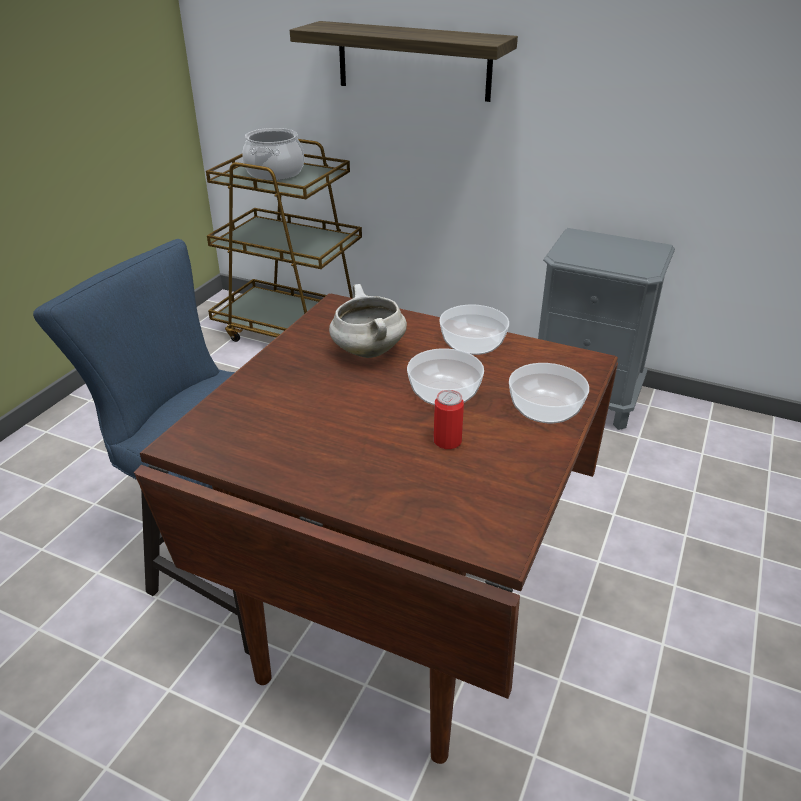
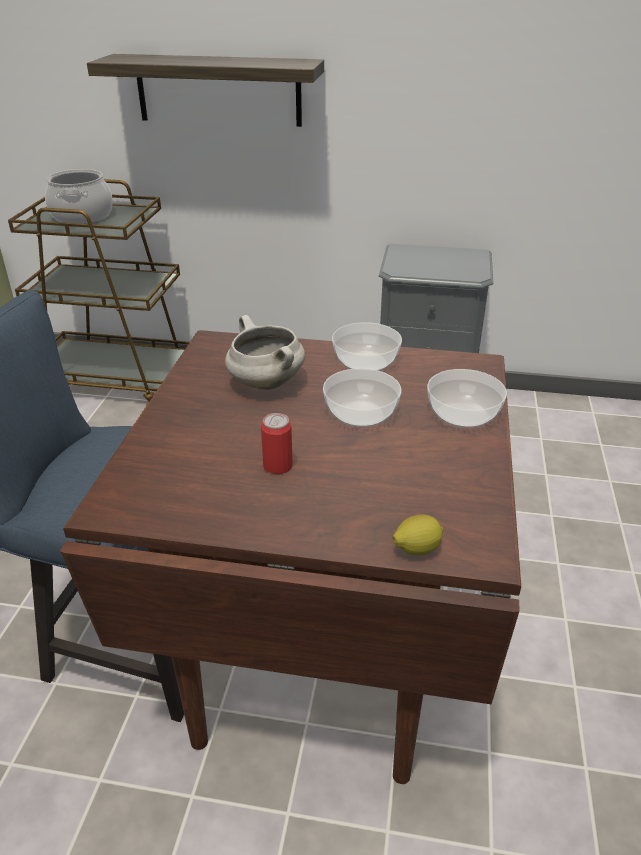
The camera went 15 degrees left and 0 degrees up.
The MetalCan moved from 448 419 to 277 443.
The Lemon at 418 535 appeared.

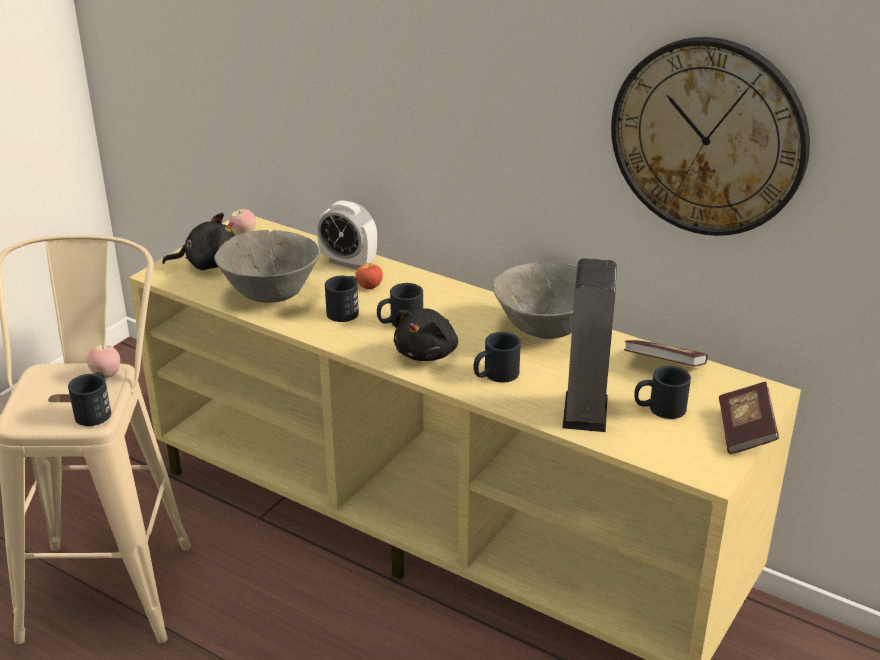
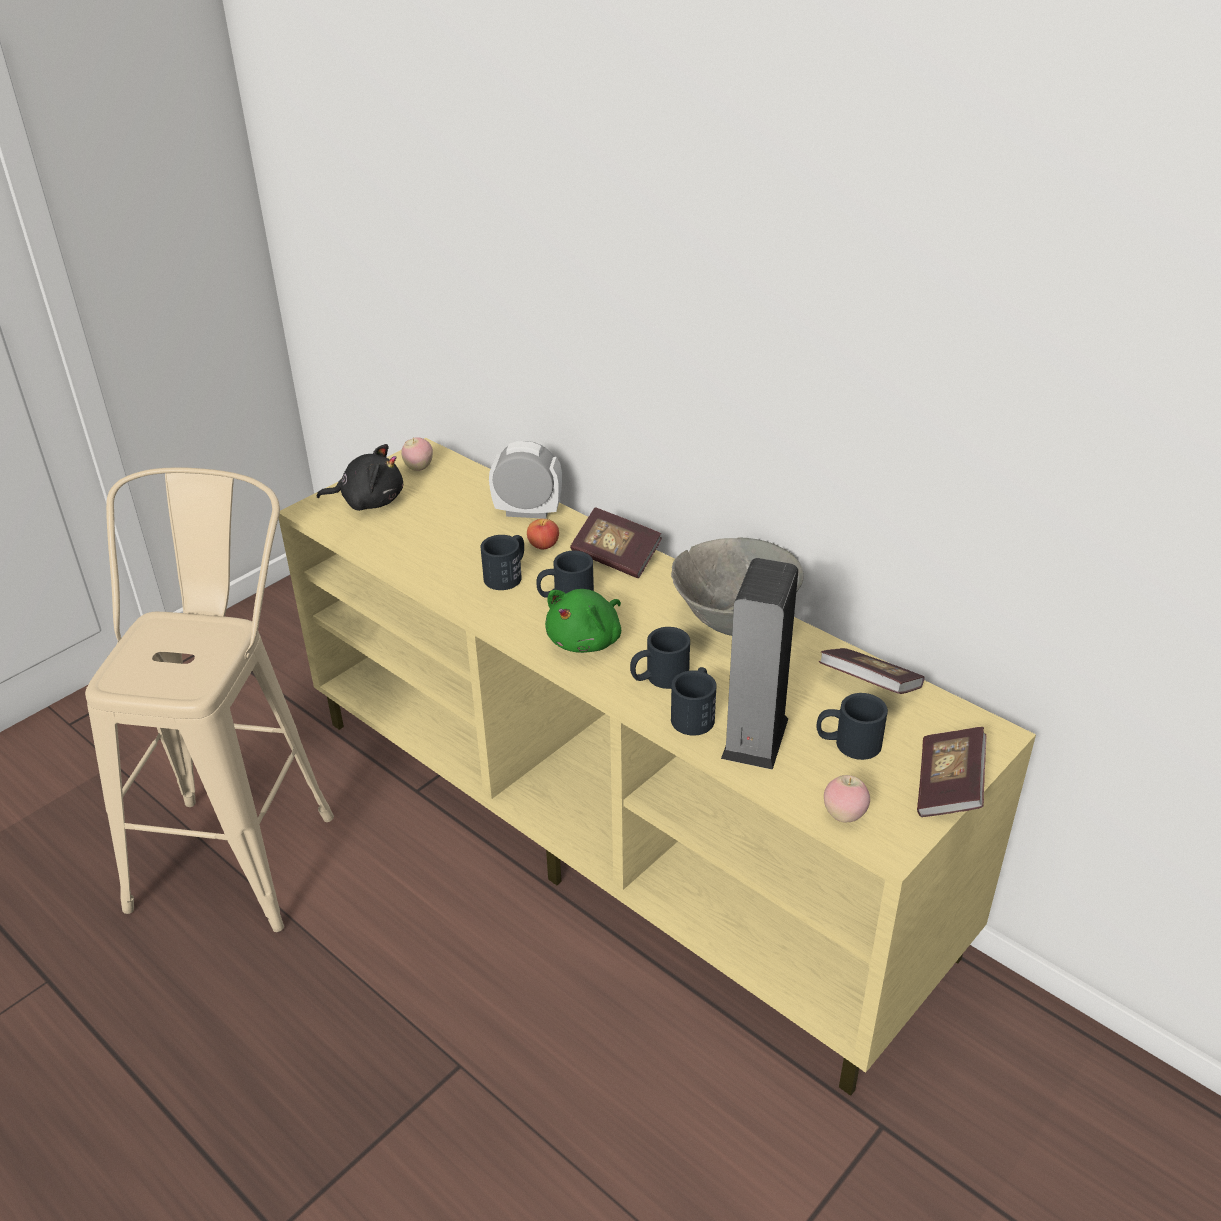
The camera went 10 degrees right and 5 degrees up.
The HangingClock at 710 136 disappeared.
The AlarmClock at 347 235 turned 150 degrees clockwise.
The GreyishDeepDish at 267 266 disappeared.
The BlackColouredCuddlyToy at 426 334 became the GreenColouredCuddlyToy at 583 621.
The AppleFruit moved from 103 361 to 847 799.
The BlackColouredMug moved from 89 399 to 694 701.
The BoundBook at 616 542 appeared.

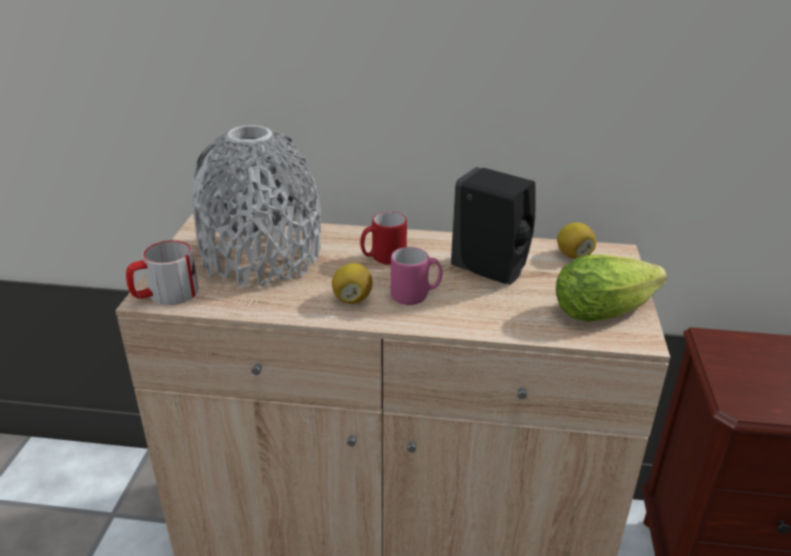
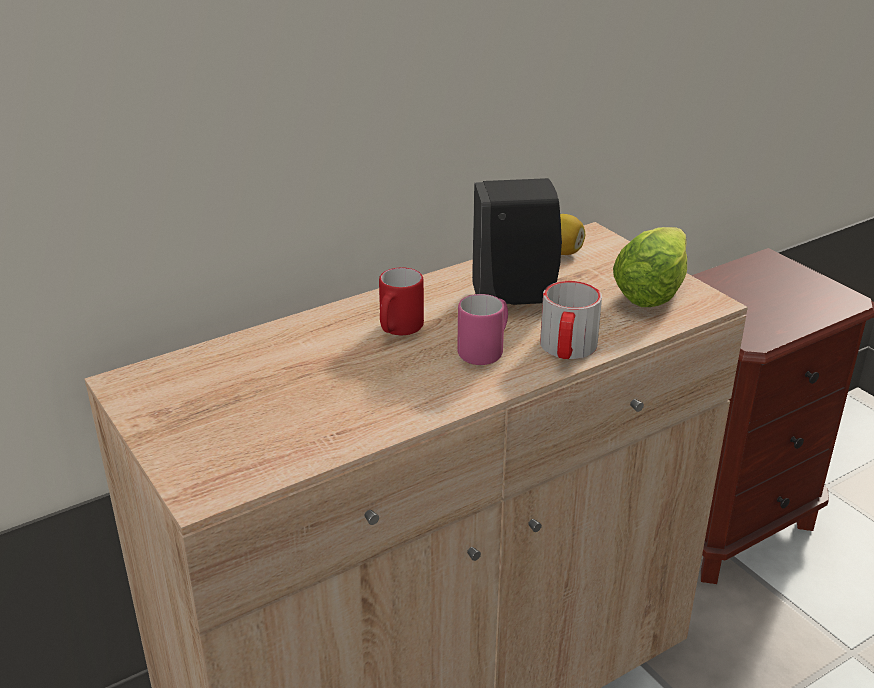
The camera went 40 degrees left and 0 degrees up.
The GreyishFlowerVase at 256 206 disappeared.
The Mug moved from 162 272 to 571 320.
The Lemon at 352 283 disappeared.

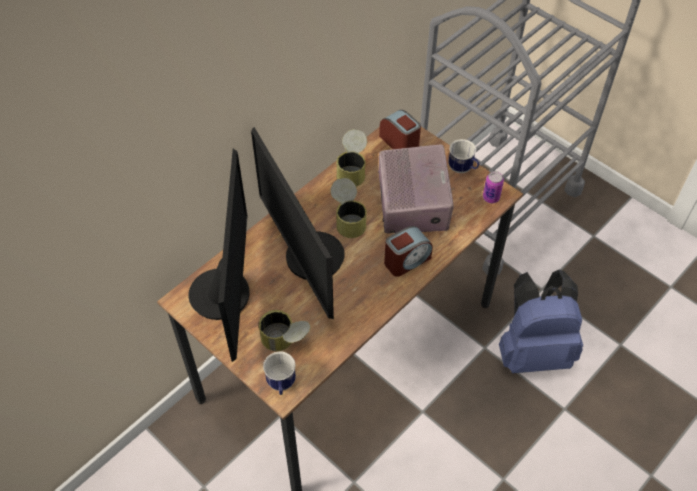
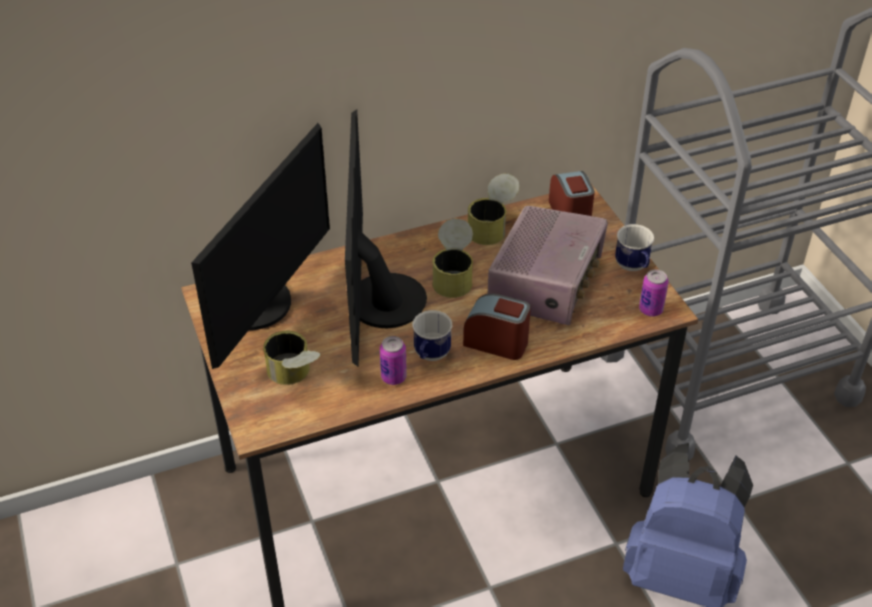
The camera went 25 degrees right and 10 degrees down.
The AlarmClock at 408 251 turned 150 degrees counterclockwise.
The Mug moved from 279 373 to 432 335.
The MetalCan at 393 360 appeared.

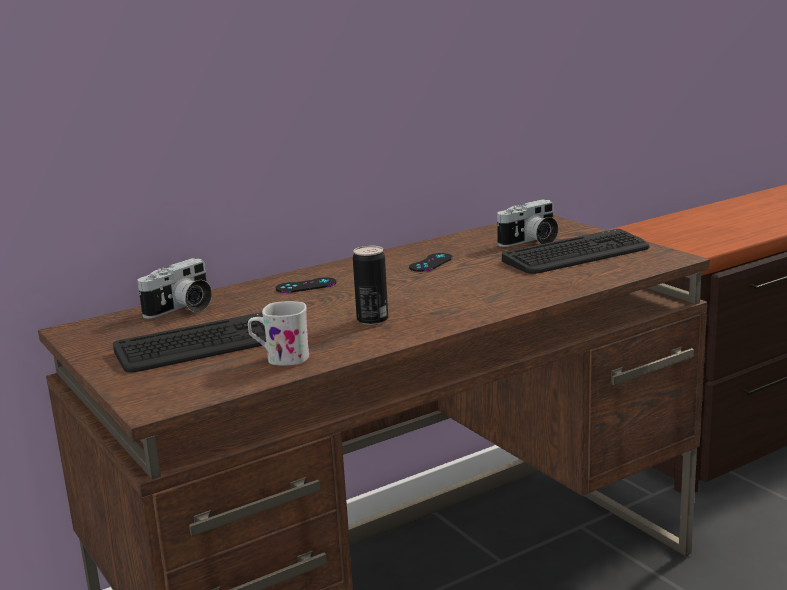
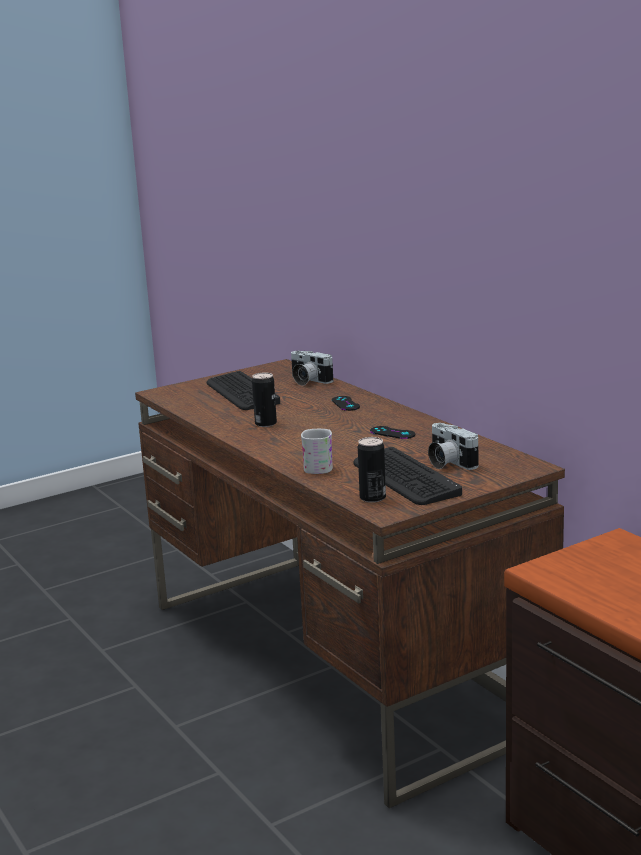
The camera went 90 degrees right and 0 degrees up.
The WhiteMug moved from 278 333 to 317 451.
The MetalCan at 372 470 appeared.

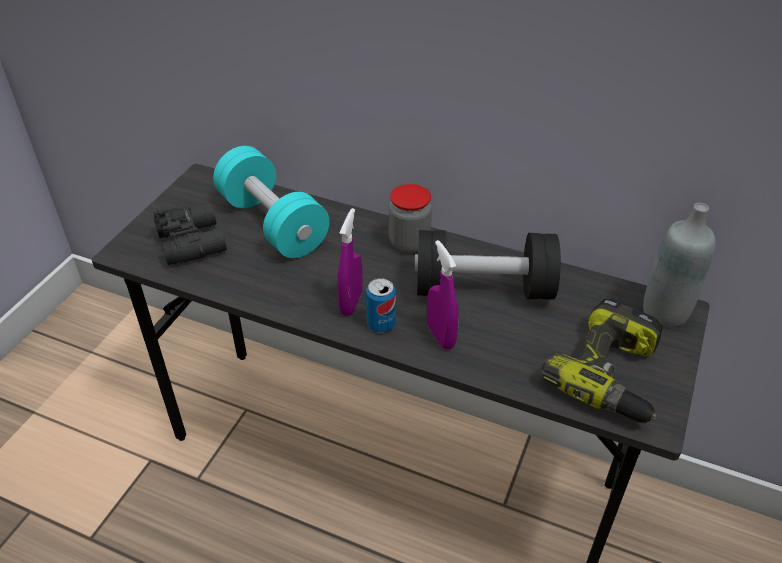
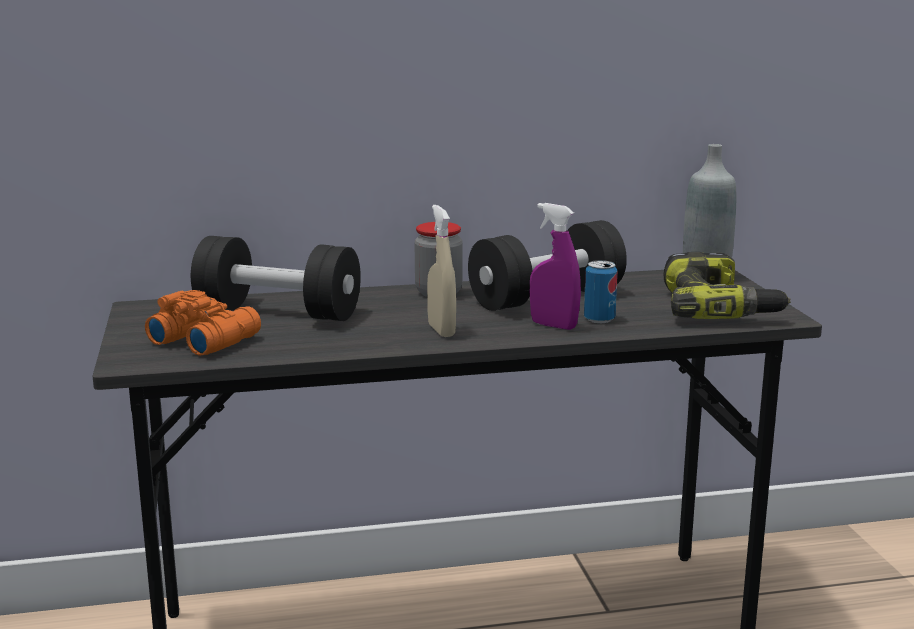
The camera went 35 degrees left and 25 degrees down.
The TurquoiseDumbbell at 271 202 became the BlackColouredDumbbell at 276 278.
The BlackColouredPairOfBinoculars at 190 234 became the OrangePairOfBinoculars at 203 323.
The PurplishHandSprayer at 350 262 became the BeigeHandSprayer at 441 271.
The MetalCan moved from 381 305 to 600 291.

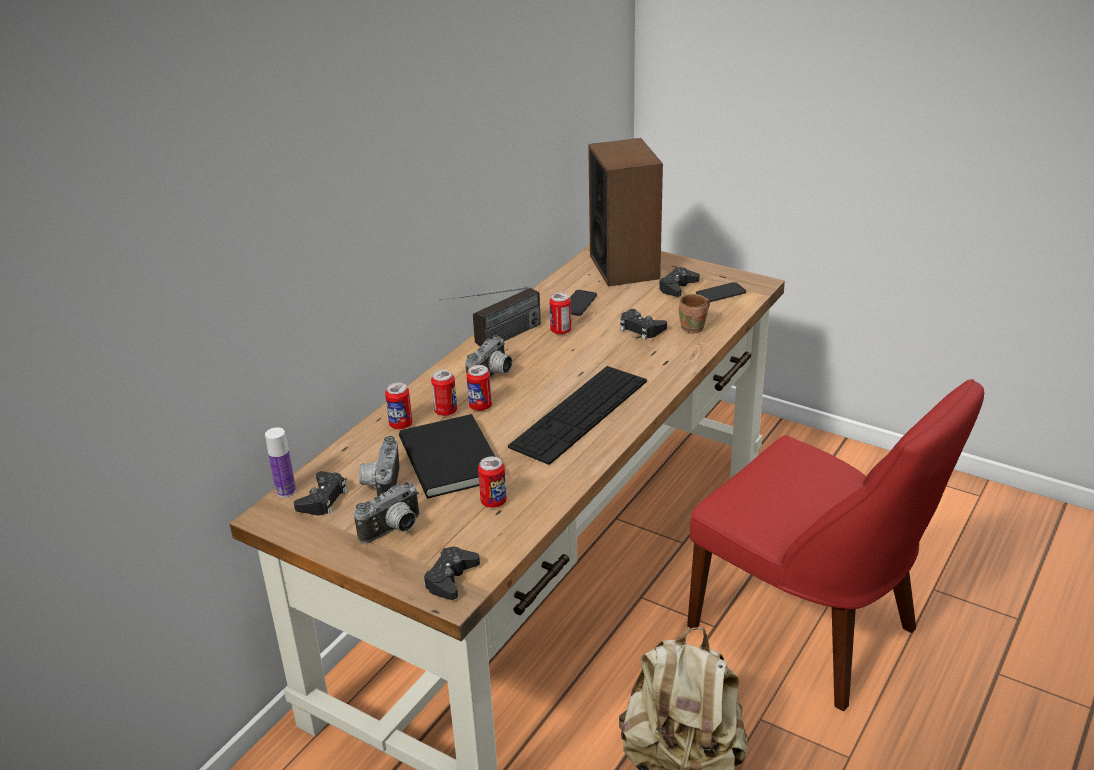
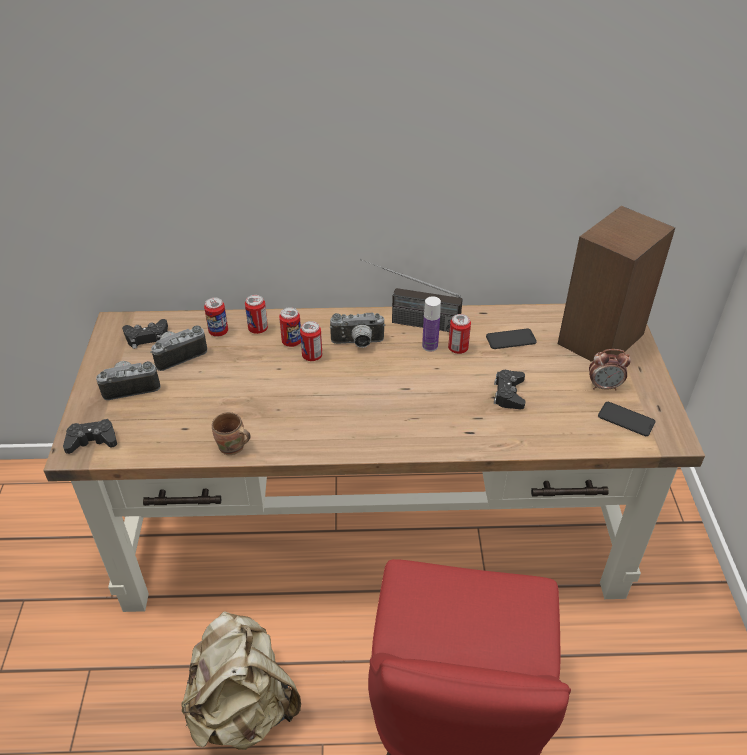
The camera went 55 degrees right and 10 degrees up.
The BlackColouredJoypad at 679 282 was replaced by the AlarmClock at 610 370.
The BrownColouredMug moved from 694 314 to 231 433.
The ComputerKeyboard at 577 415 disappeared.
The BlackColouredBoundBook at 447 456 disappeared.
The DrinkBottle moved from 280 462 to 431 324.
The MetalCan moved from 492 482 to 216 317.
The StillCamera at 386 513 turned 150 degrees clockwise.

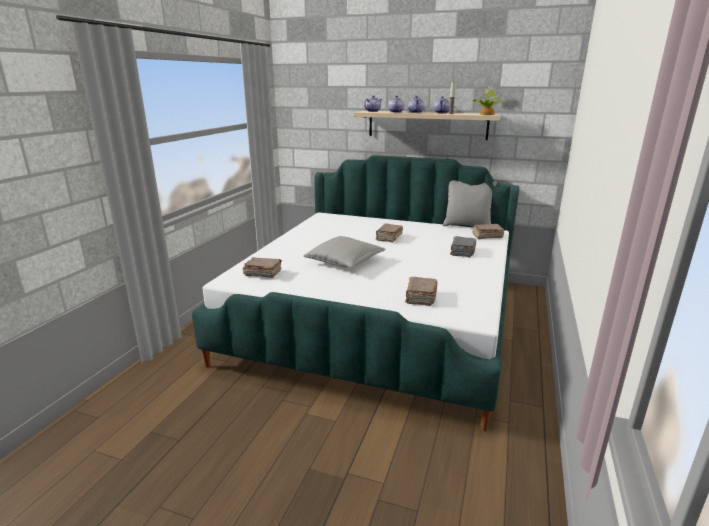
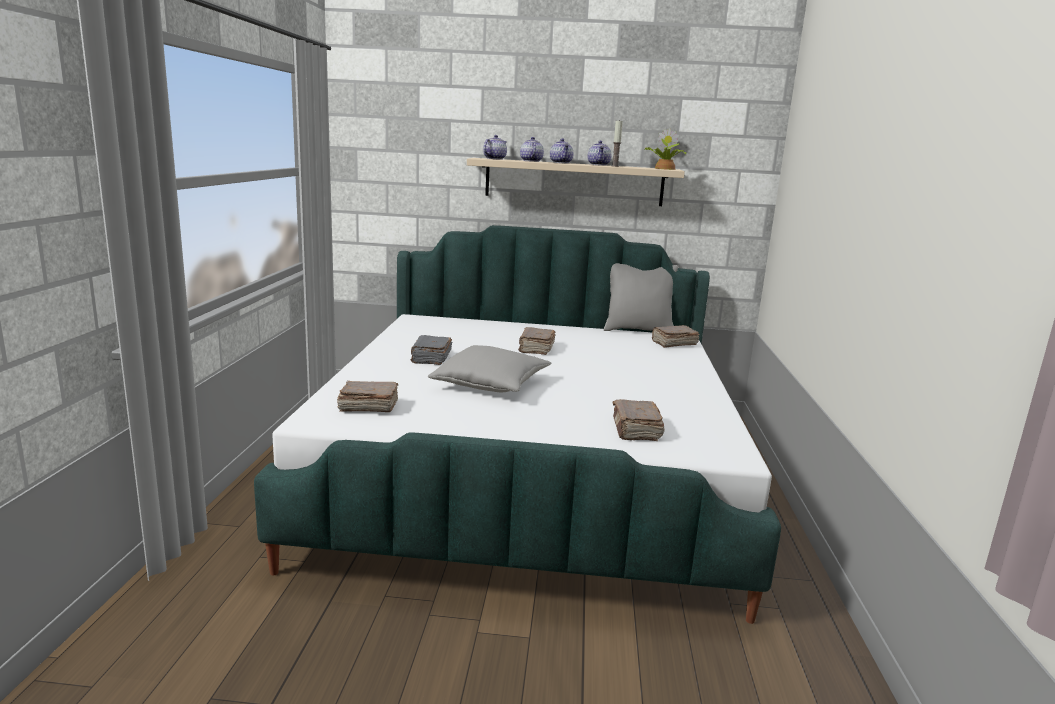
The camera went 15 degrees left and 5 degrees down.
The GreyishBoundBook moved from 463 246 to 431 350.

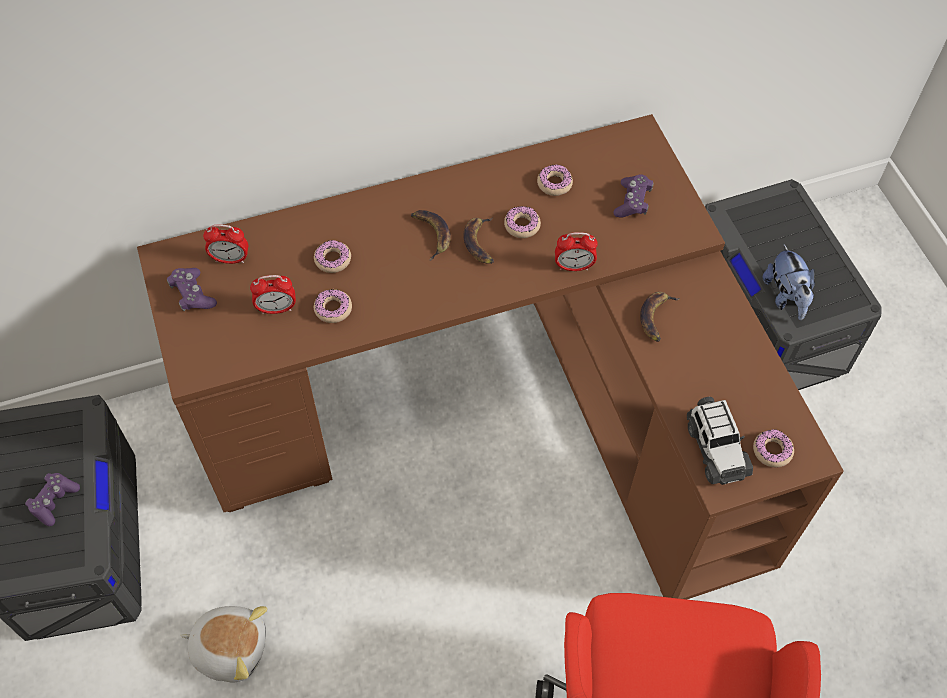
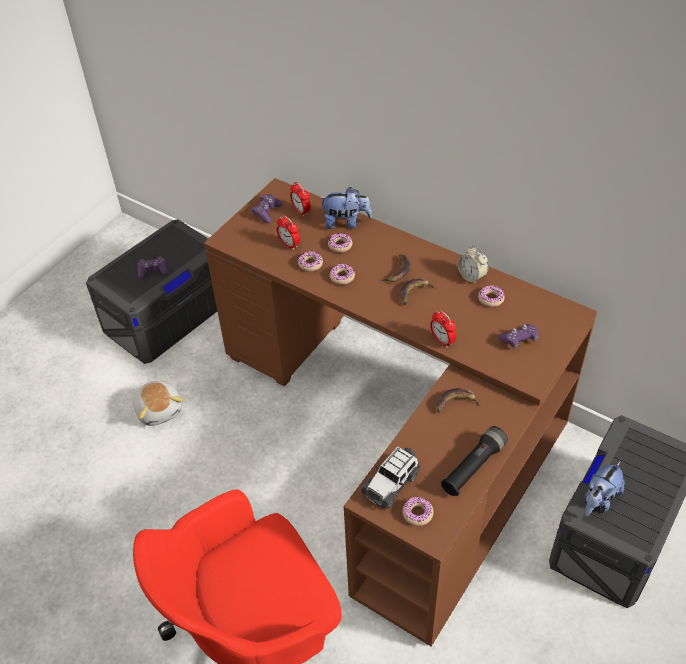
The camera went 55 degrees right and 10 degrees down.
The Doughnut moved from 522 222 to 342 274.
The CuddlyToy at 346 208 appeared.
The AlarmClock at 472 264 appeared.
The BlackColouredFlashlight at 474 461 appeared.

